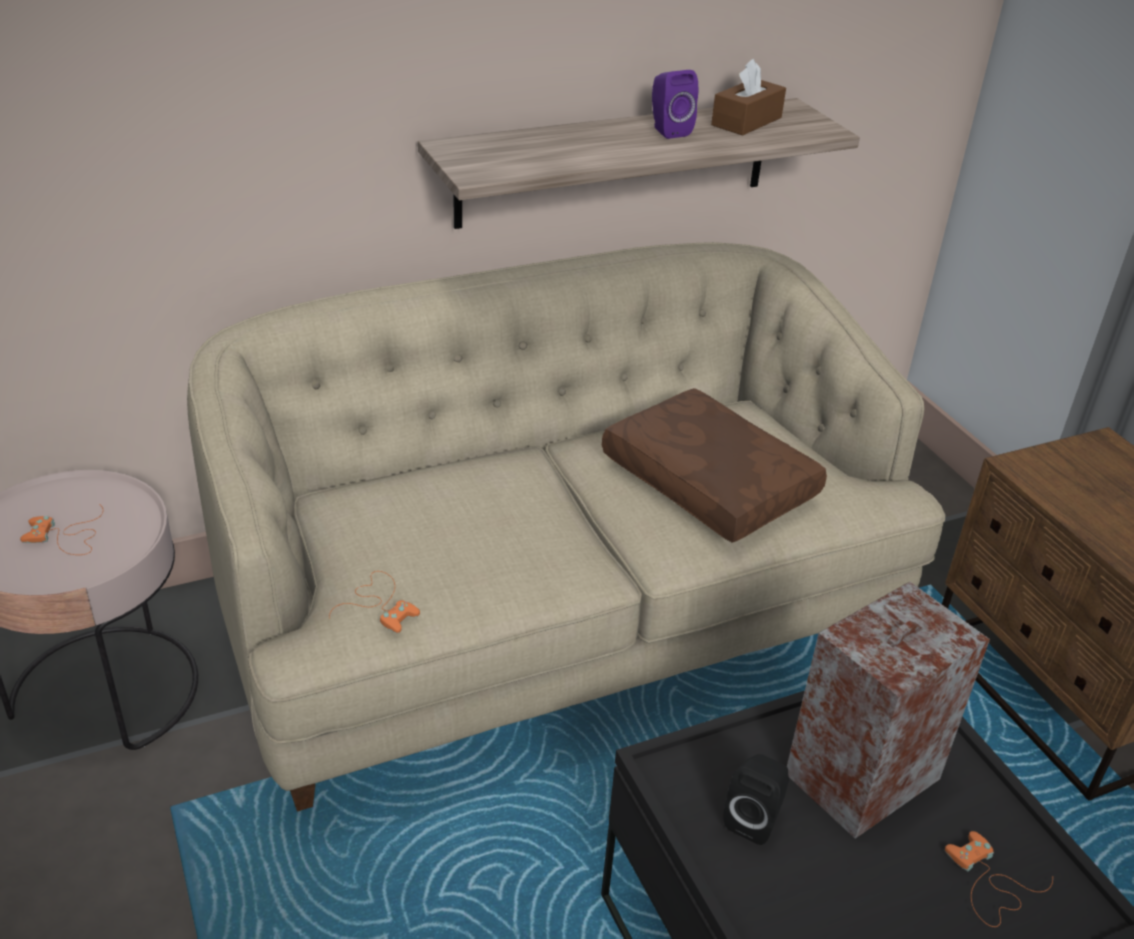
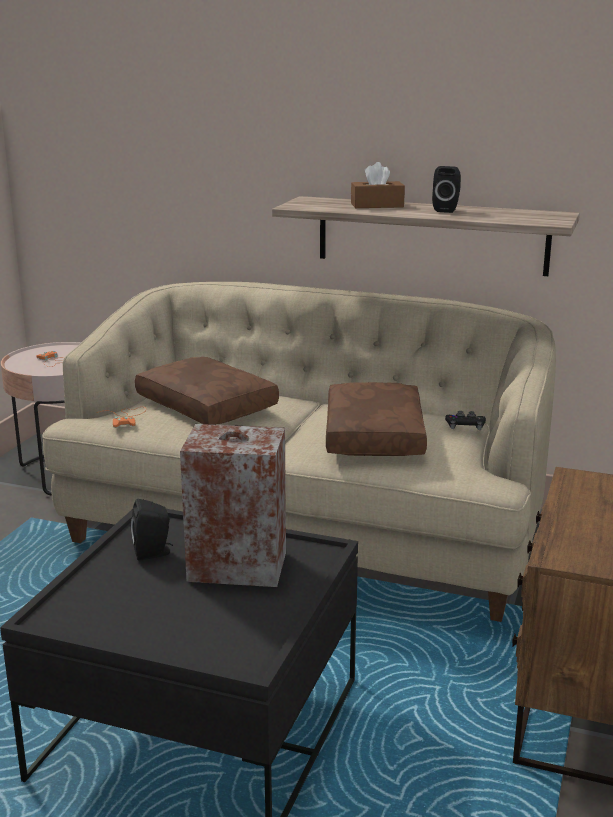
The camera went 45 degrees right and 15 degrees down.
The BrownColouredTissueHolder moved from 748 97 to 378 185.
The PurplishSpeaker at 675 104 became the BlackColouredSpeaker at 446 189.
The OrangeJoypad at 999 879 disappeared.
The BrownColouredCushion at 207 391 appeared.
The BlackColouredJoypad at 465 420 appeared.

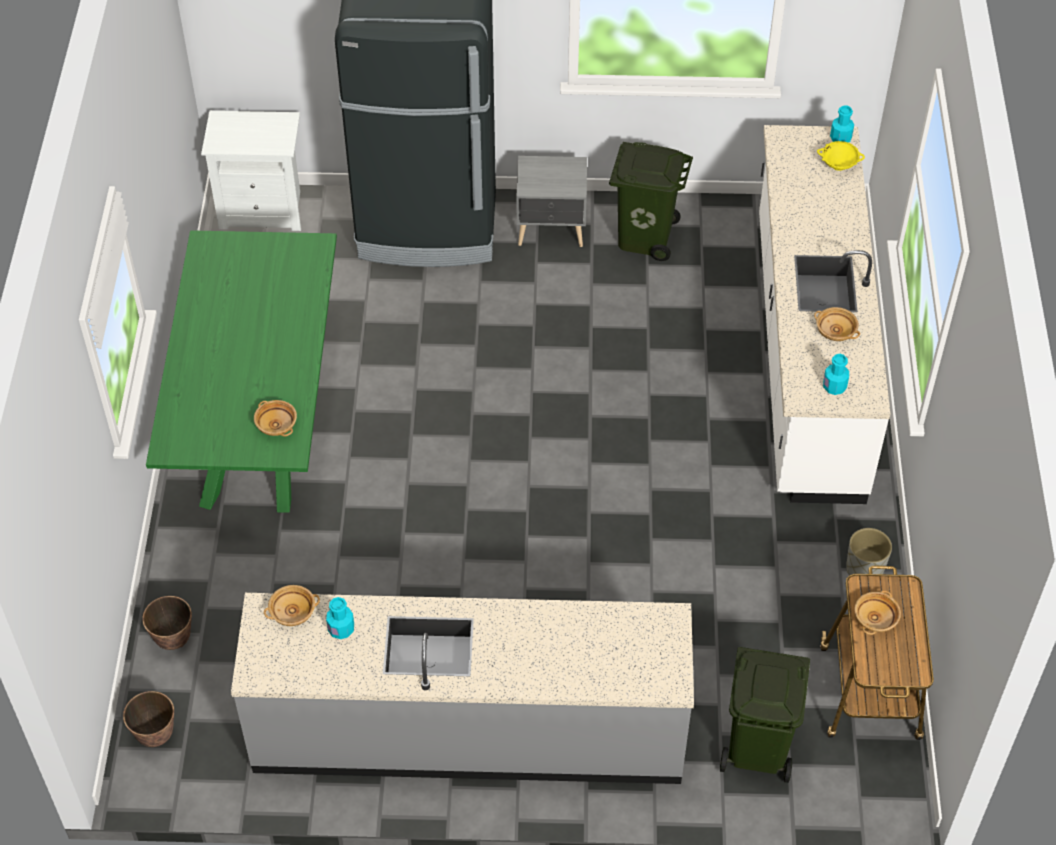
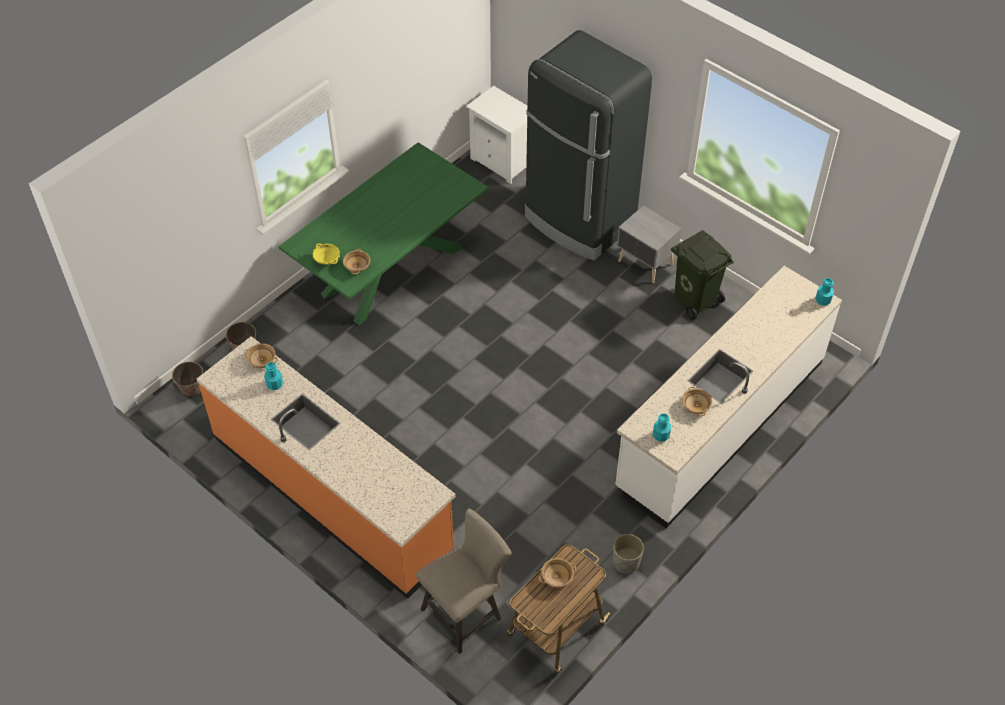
The camera went 40 degrees right and 0 degrees up.
The YellowColouredDeepDish moved from 841 156 to 326 254.
The GreyishKitchenCounter at 462 688 became the OrangeKitchenCounter at 326 467.
The GreenColouredWasteBin at 765 715 was replaced by the BeigeStool at 464 581.

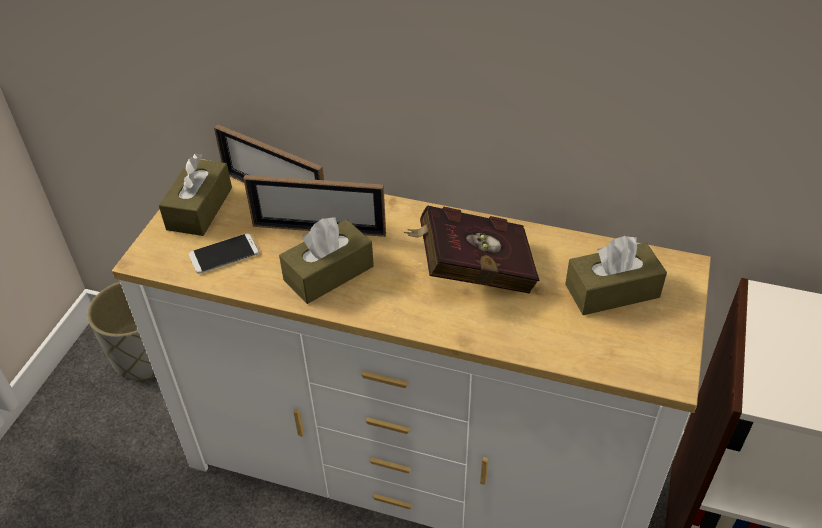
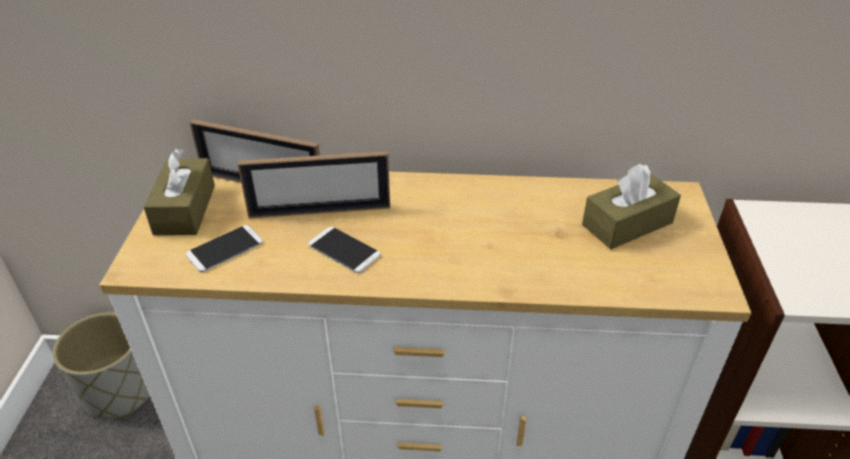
The camera went 15 degrees left and 5 degrees down.
The ReddishBoundBook at 471 249 disappeared.
The BrownColouredTissueHolder at 326 260 was replaced by the Phone at 344 250.

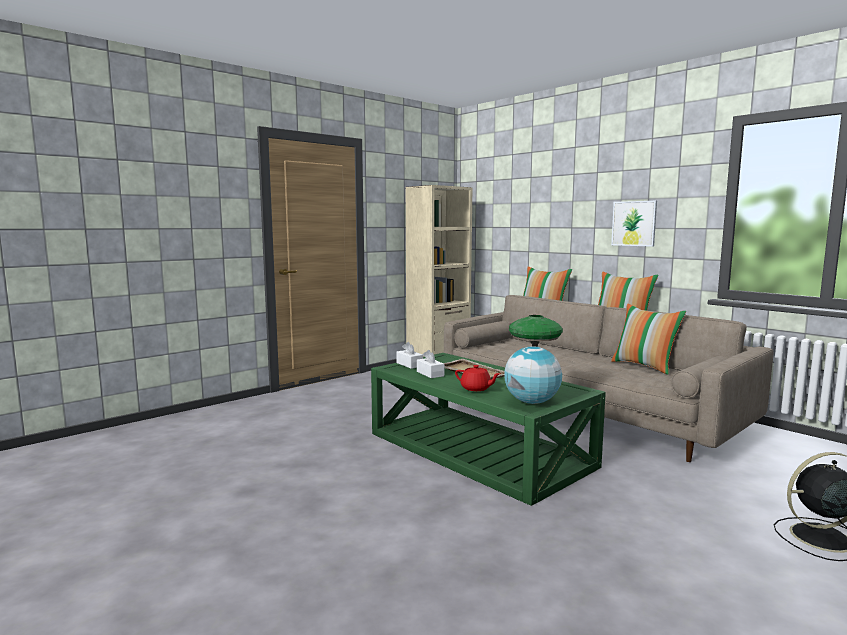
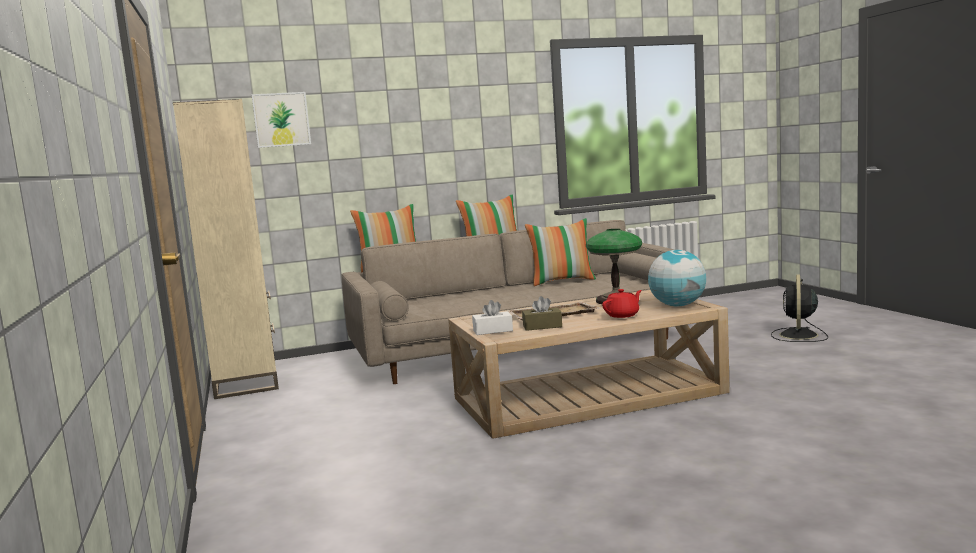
The camera went 65 degrees left and 0 degrees up.
The WallPicture moved from 634 224 to 281 120.
The WhiteTissueHolder at 430 364 became the BrownColouredTissueHolder at 542 313.
The GreenColouredCoffeeTable at 488 429 became the BeigeCoffeeTable at 589 364.

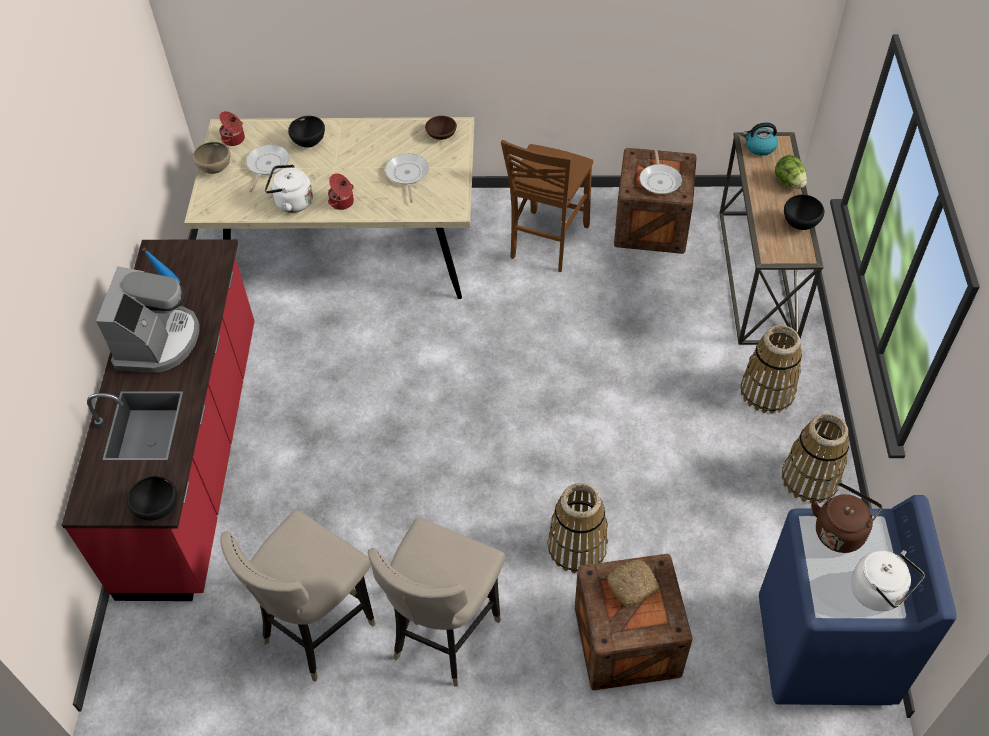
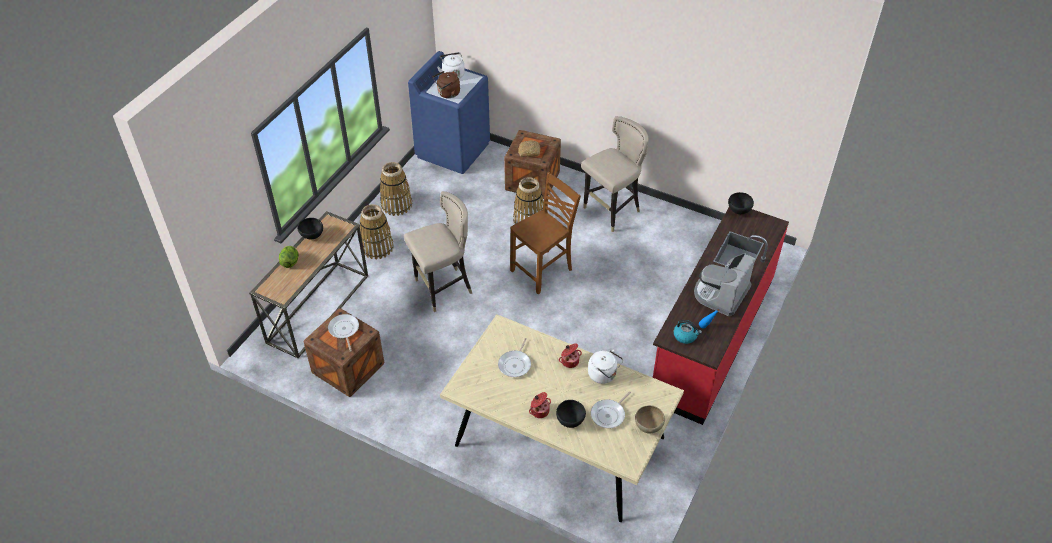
The camera went 155 degrees left and 5 degrees down.
The Saucepot moved from 232 128 to 540 405.
The BrownColouredDeepDish at 441 128 disappeared.
The TeaKettle moved from 760 139 to 688 332.
The BrownColouredUprightChair moved from 547 206 to 545 233.
The Skillet at 661 171 turned 45 degrees counterclockwise.
The BeigeStool moved from 298 595 to 438 251.

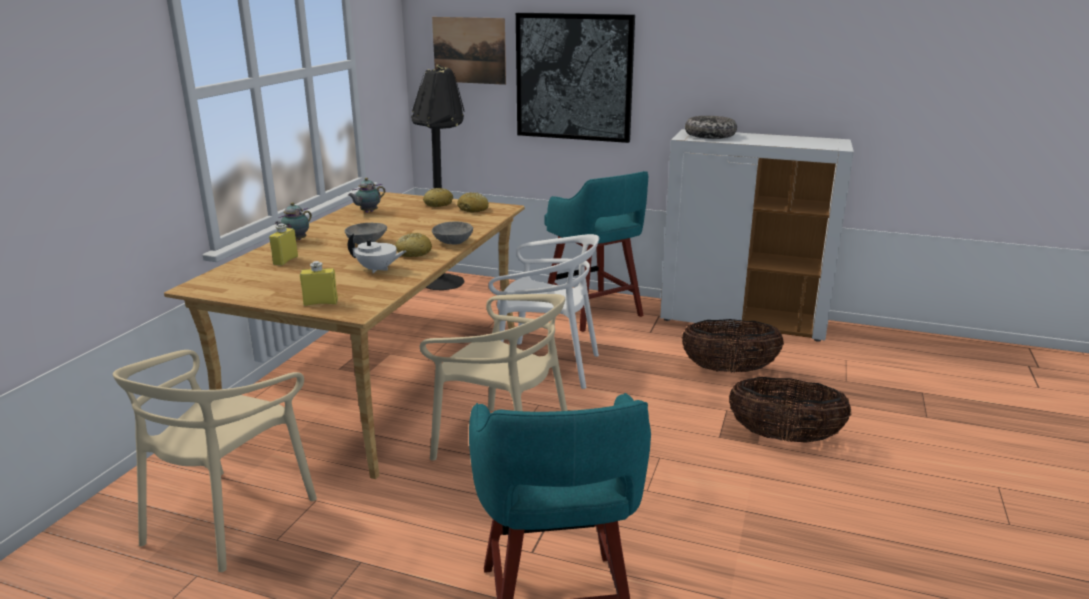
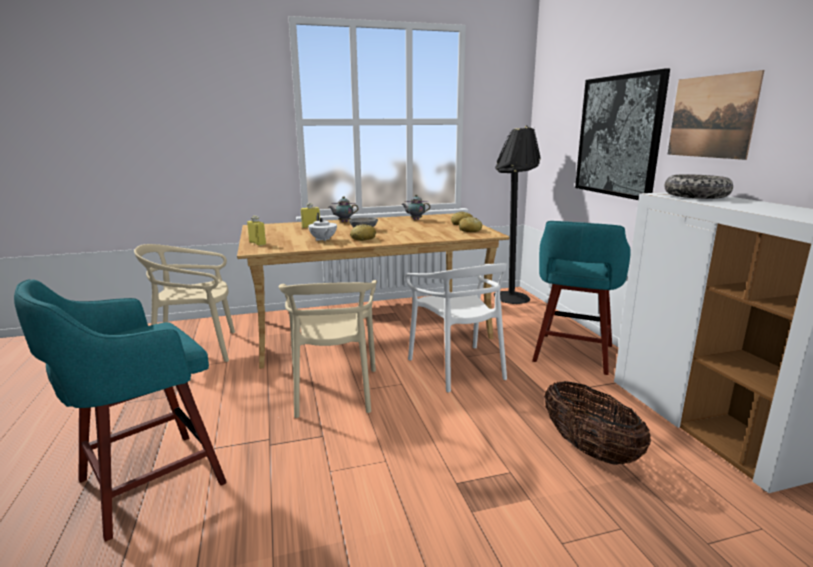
The camera went 55 degrees right and 5 degrees down.
The WallPicture moved from 469 51 to 715 115.
The GreyishDeepDish at 452 233 disappeared.
The HouseholdBasket at 790 409 disappeared.

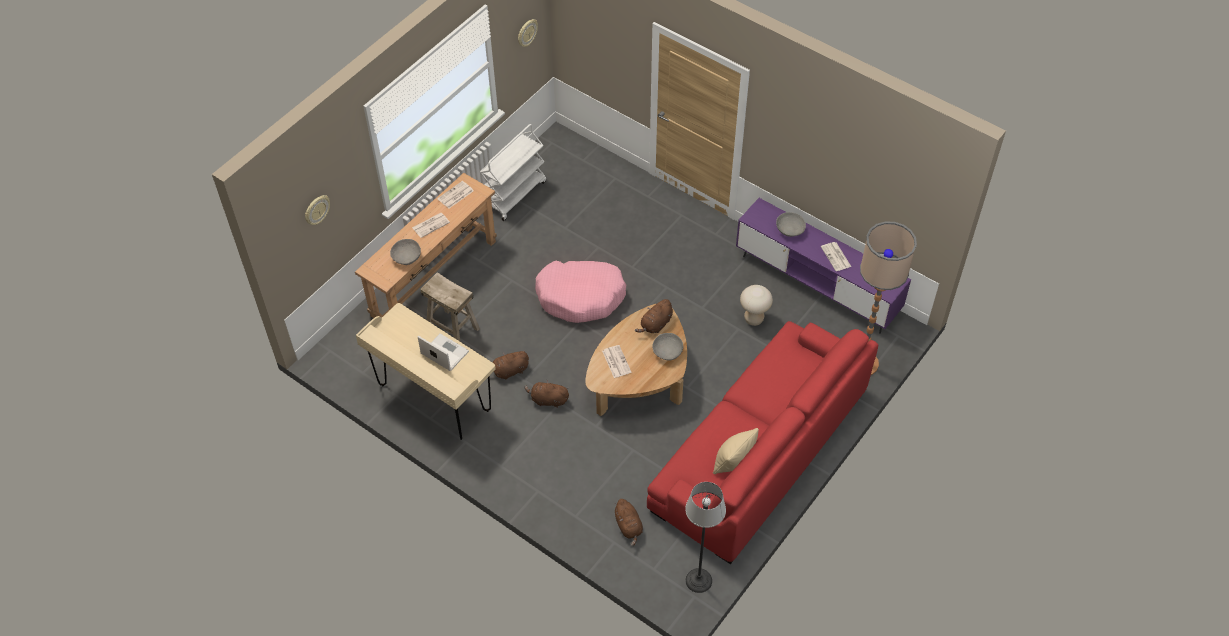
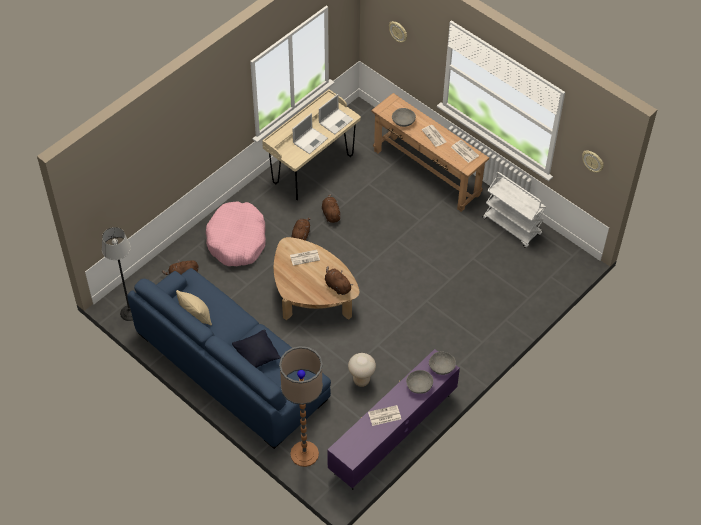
The camera went 95 degrees right and 0 degrees up.
The PinkishDogCushion moved from 580 292 to 236 233.
The BeigeStool at 450 306 disappeared.
The ReddishSettee at 762 442 became the BluishSettee at 229 358.
The GreyishDeepDish moved from 667 347 to 442 363.
The NotebookComputer at 336 114 appeared.
The BlackColouredCushion at 256 348 appeared.

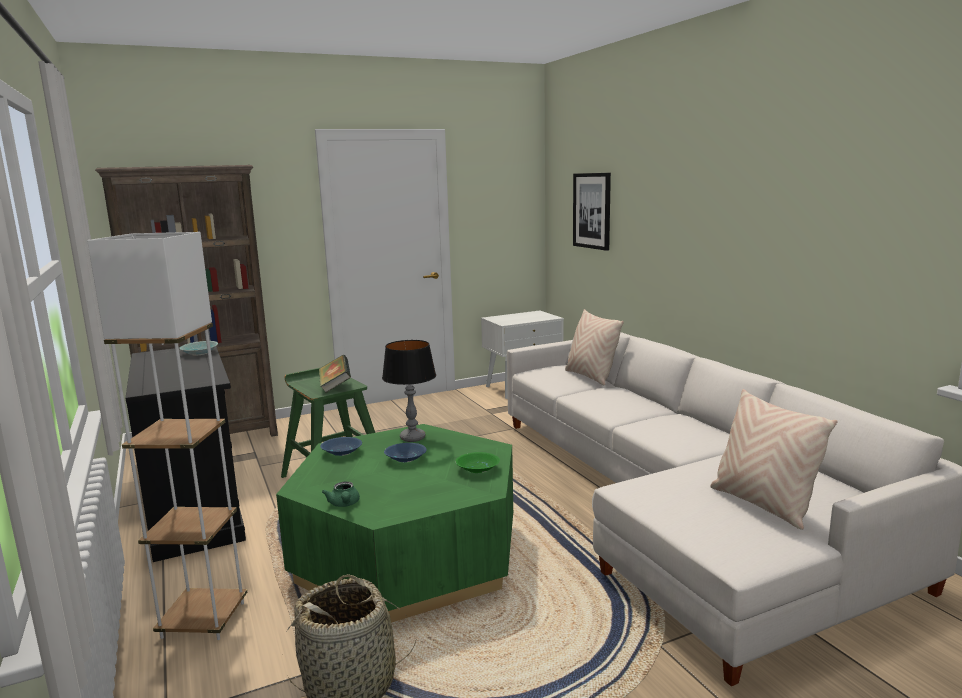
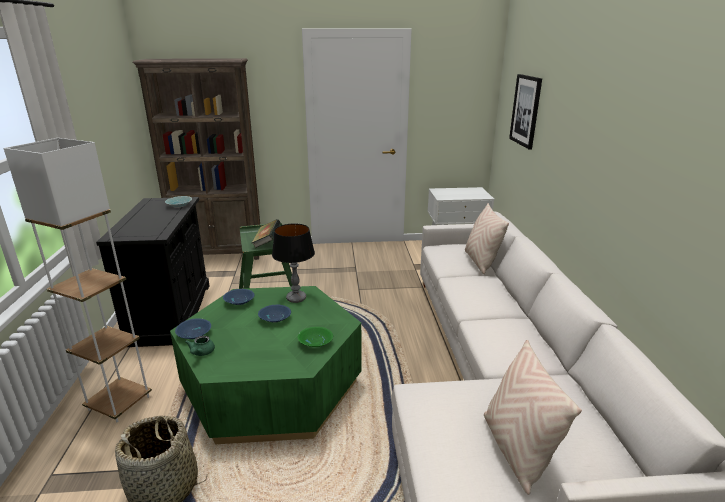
The camera went 20 degrees right and 10 degrees up.
The BluishDeepDish at 193 328 appeared.

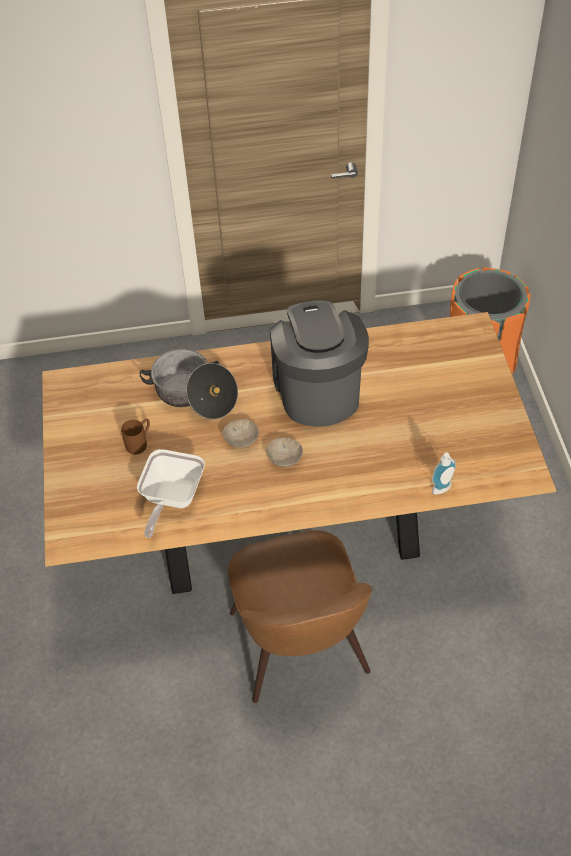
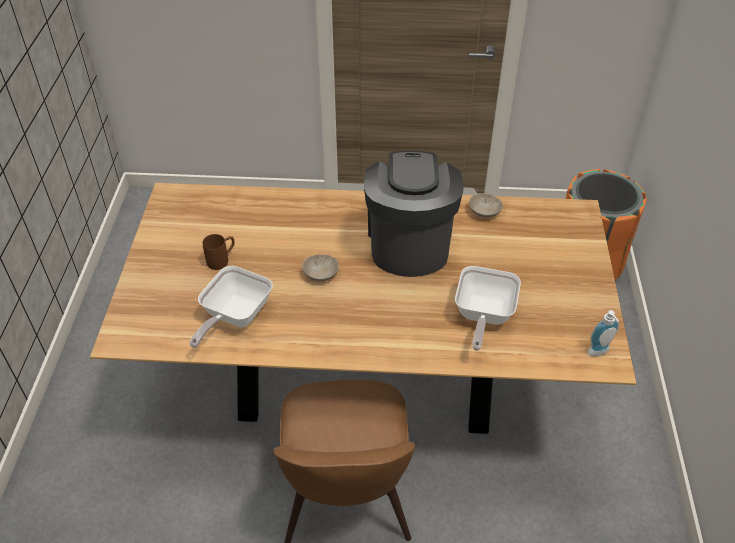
The camera went 10 degrees right and 5 degrees down.
The Saucepot at 188 384 disappeared.
The BeigeDeepDish moved from 285 452 to 486 205.
The LiquidSoapBottle moved from 444 473 to 603 333.
The Skillet at 488 308 appeared.

